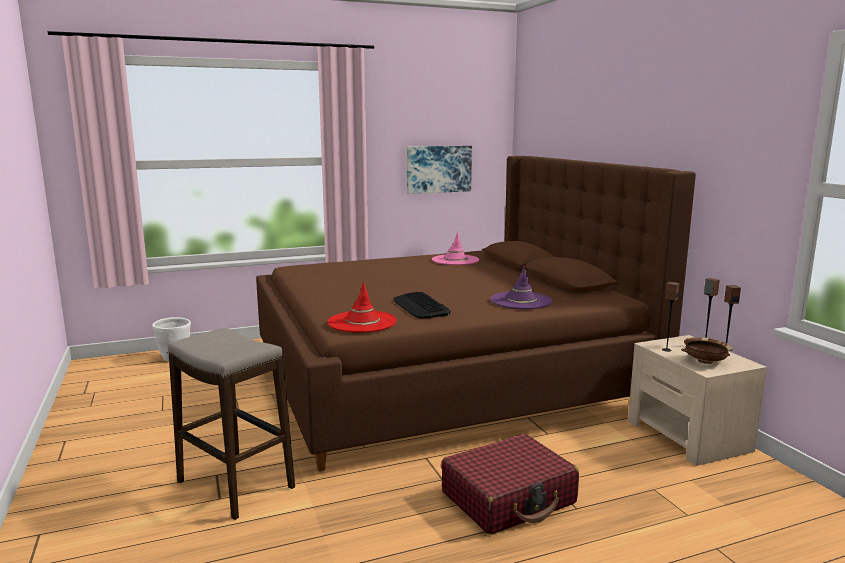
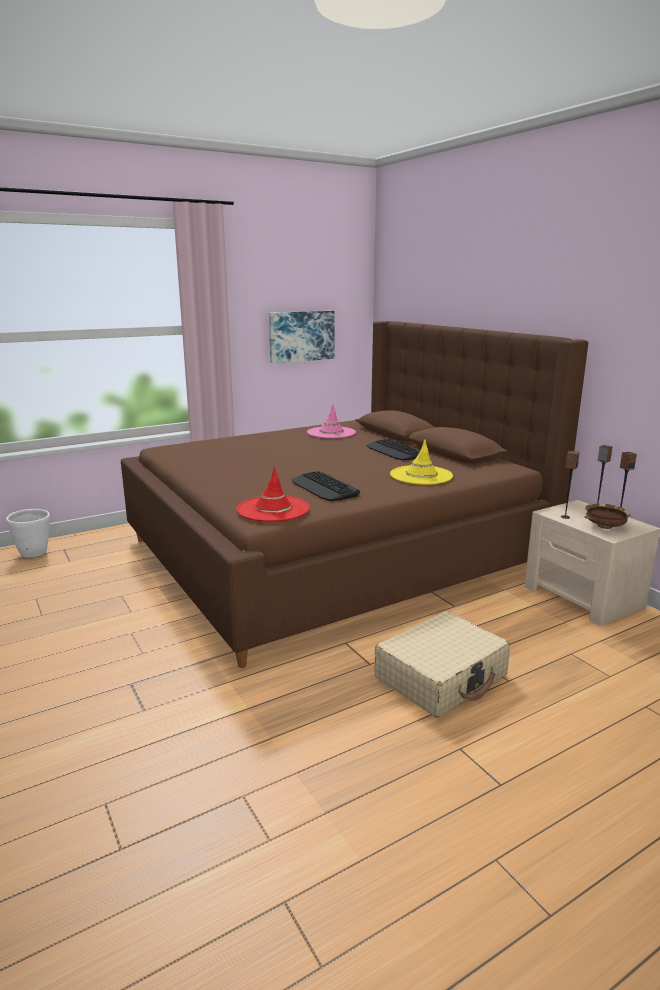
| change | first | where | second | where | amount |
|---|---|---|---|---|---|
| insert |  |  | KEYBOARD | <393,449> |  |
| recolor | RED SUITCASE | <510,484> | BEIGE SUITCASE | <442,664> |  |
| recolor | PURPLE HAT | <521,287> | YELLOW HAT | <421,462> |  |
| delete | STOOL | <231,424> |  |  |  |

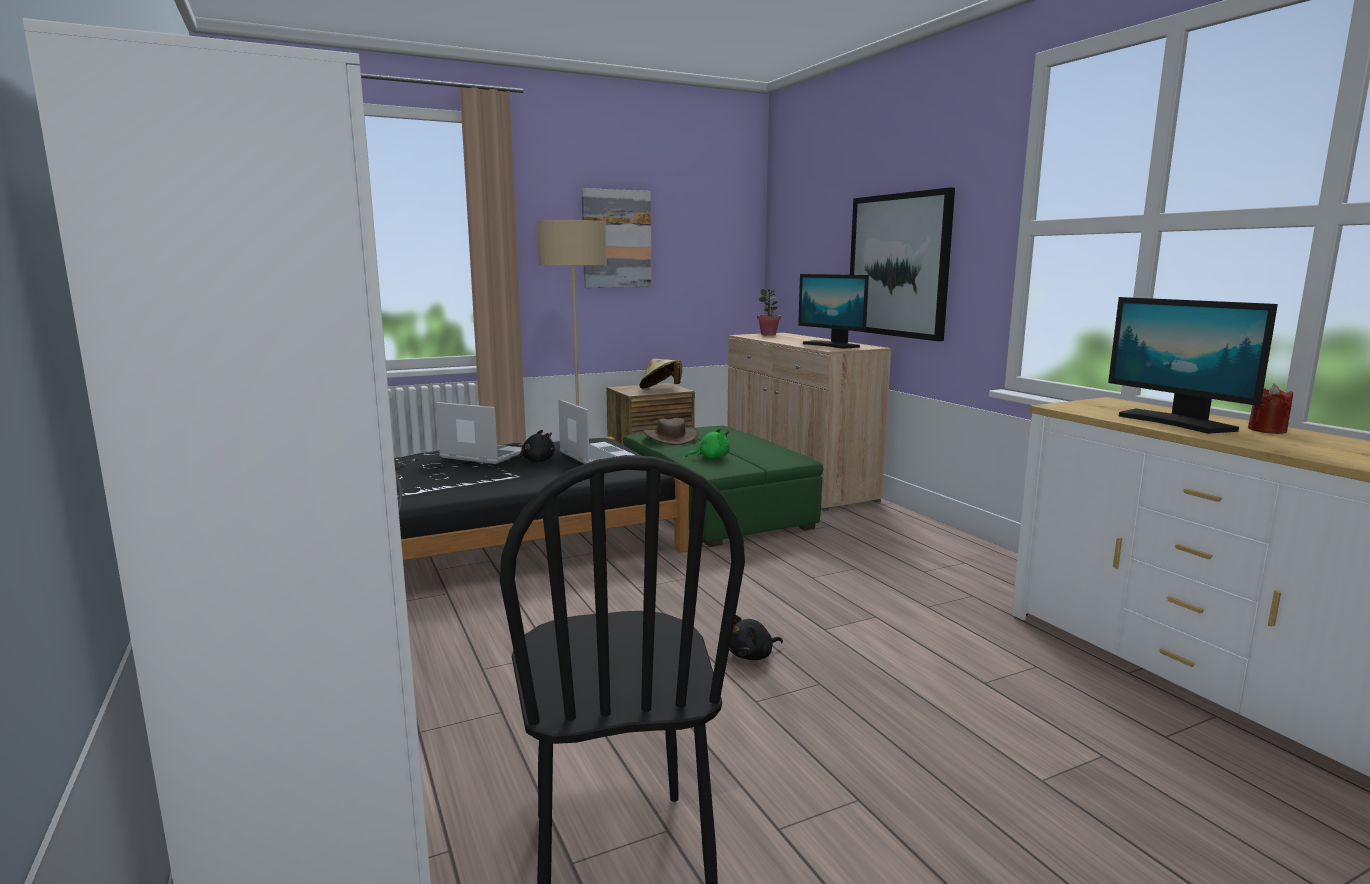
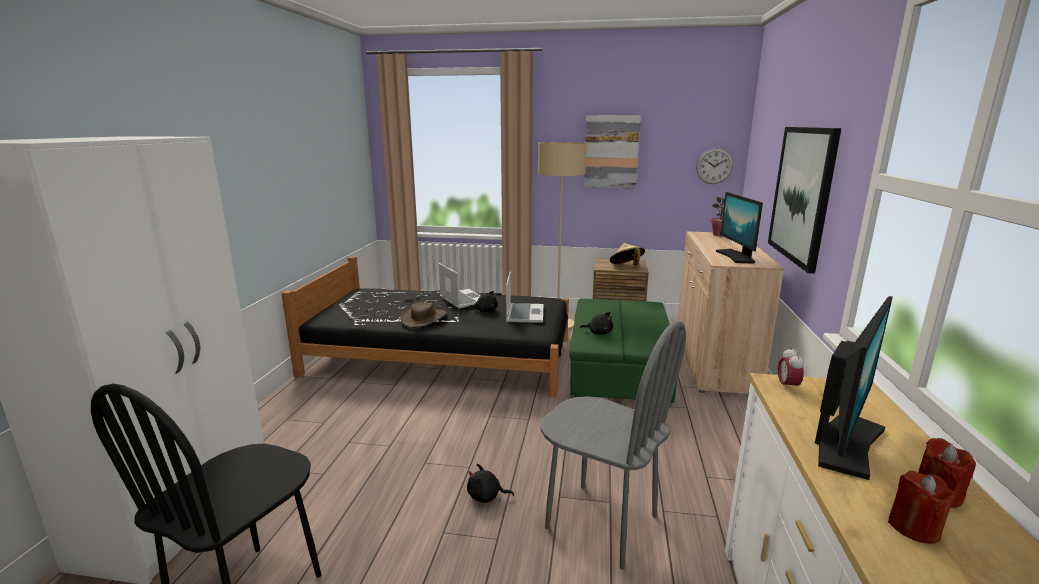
| change | first | where | second | where | amount |
|---|---|---|---|---|---|
| move | BROWN HAT | <671,431> |  | <423,315> |  |
| insert |  |  | GREY CHAIR | <613,445> |  |
| recolor | GREEN PLUSH TOY | <708,443> | BLACK PLUSH TOY | <596,323> |  |
| insert |  |  | WALL CLOCK | <714,166> |  |
| insert |  |  | ALARM CLOCK | <791,369> |  |
| rotate | MONITOR | <1193,365> |  | <854,388> | 150 degrees counterclockwise |
| insert |  |  | RED CANDLE | <921,507> |  |

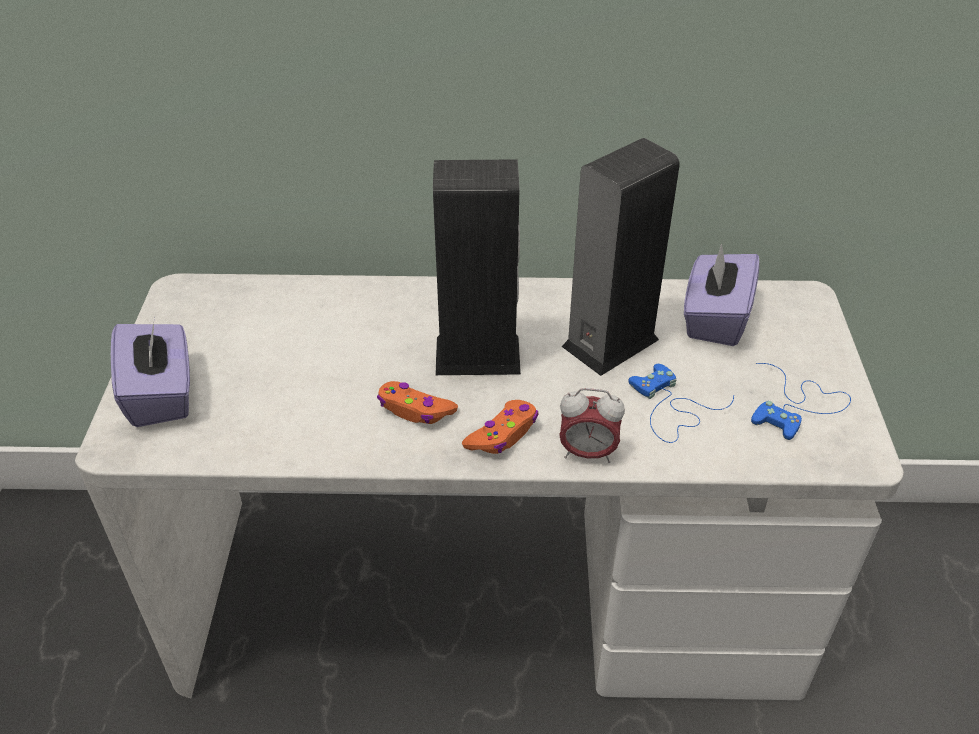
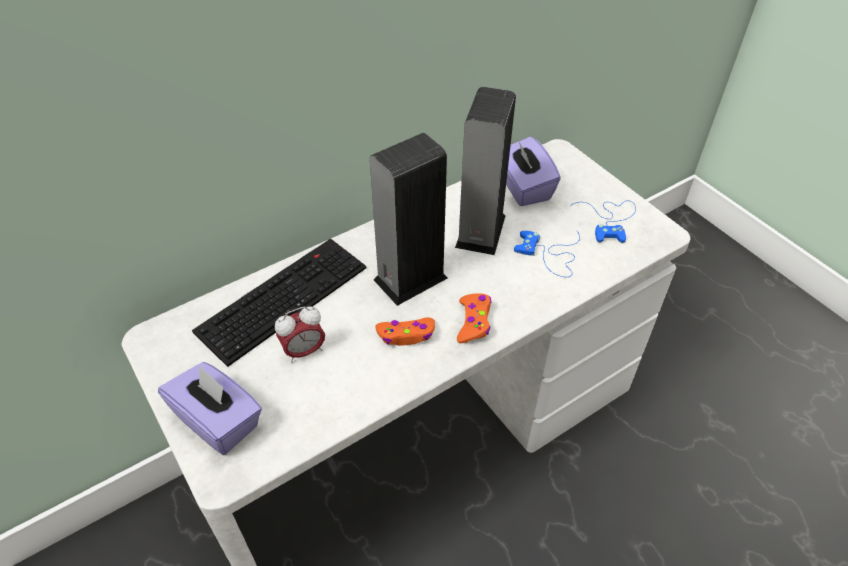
| change | first | where | second | where | amount |
|---|---|---|---|---|---|
| insert |  |  | KEYBOARD | <279,302> |  |
| move | ALARM CLOCK | <592,425> |  | <300,334> |  |

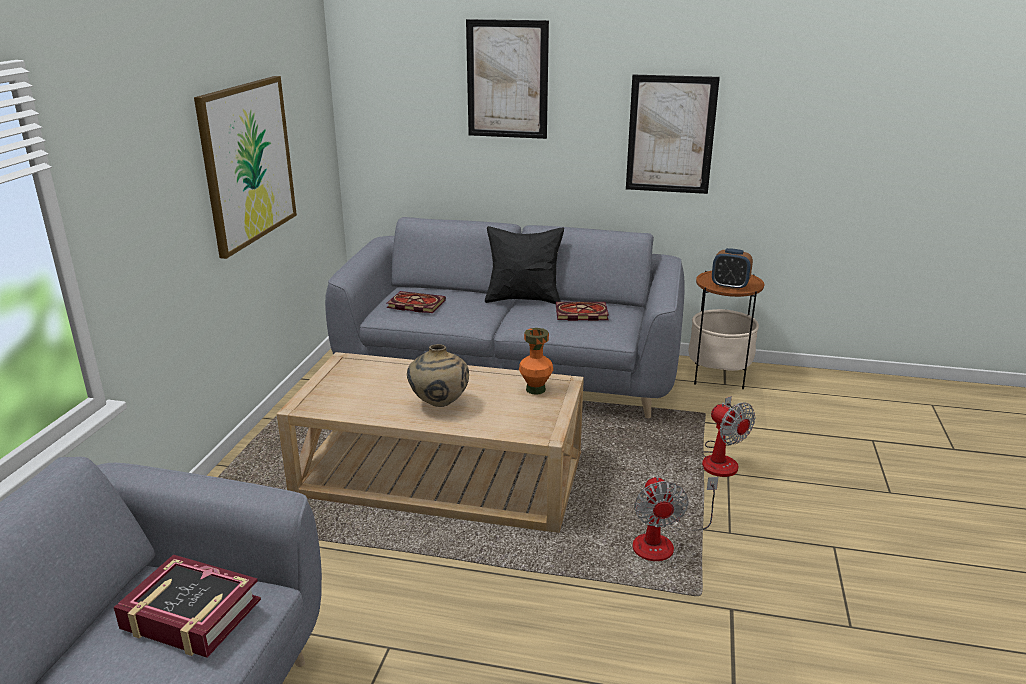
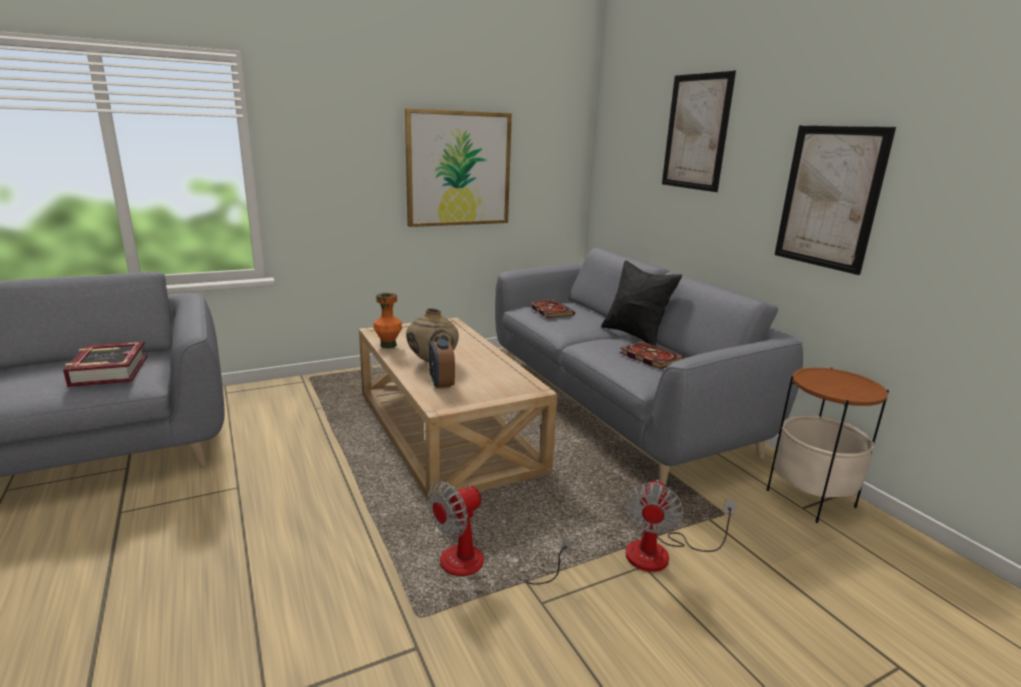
| change | first | where | second | where | amount |
|---|---|---|---|---|---|
| move | ORANGE VASE | <536,361> |  | <388,320> |  |
| move | ALARM CLOCK | <732,269> |  | <442,364> |  |

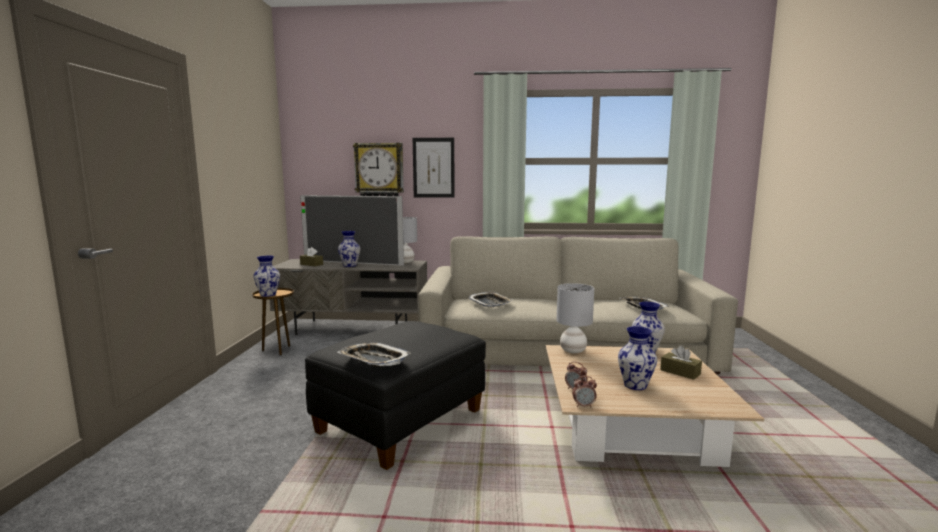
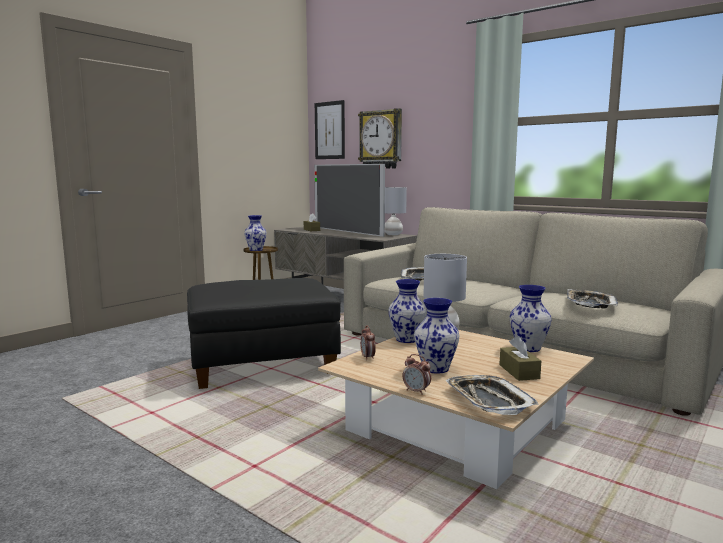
| change | first | where | second | where | amount |
|---|---|---|---|---|---|
| move | PICTURE | <434,168> |  | <330,129> |  |
| move | VASE | <349,249> |  | <408,311> |  |
| move | ALARM CLOCK | <584,392> |  | <416,374> |  |
| move | TRAY | <374,354> |  | <492,395> |  |

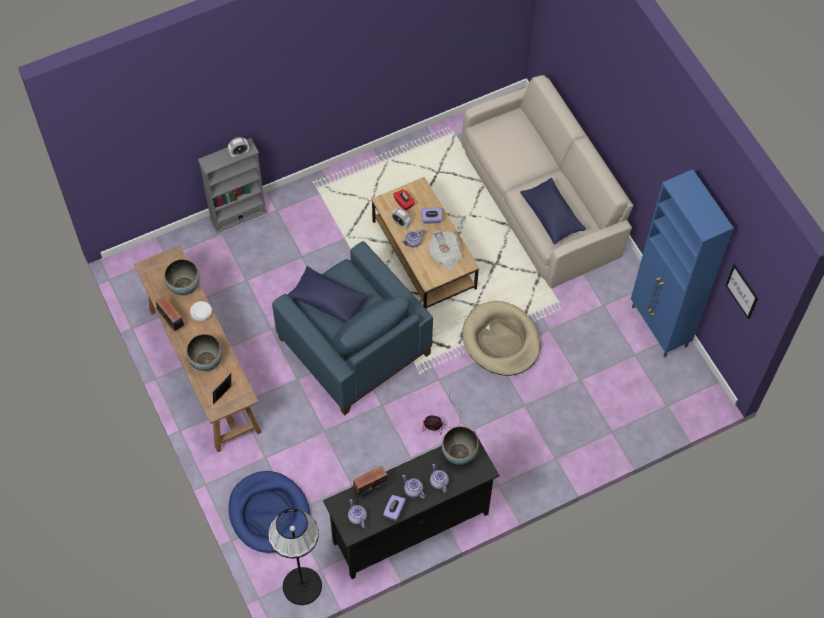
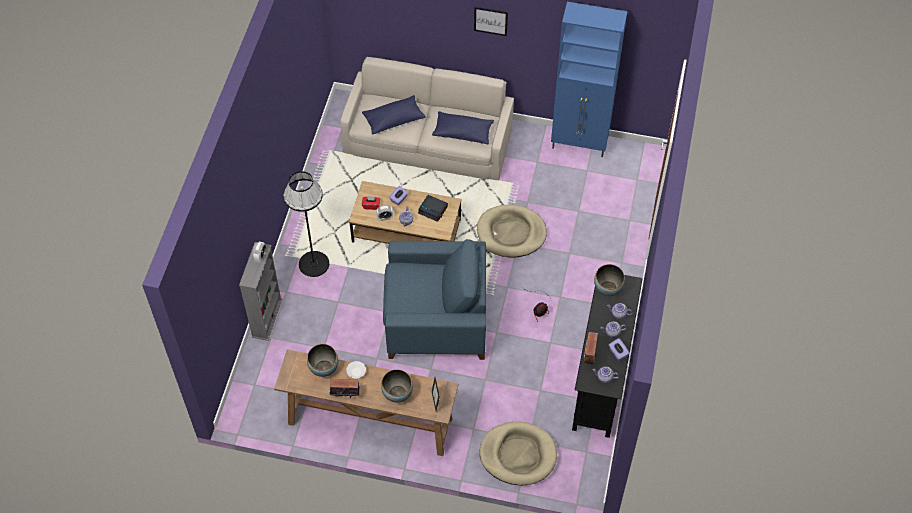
| change | first | where | second | where | amount |
|---|---|---|---|---|---|
| move | BLACK FLOOR LAMP | <295,556> |  | <306,224> |  |
| move | BLUE PILLOW | <328,294> |  | <394,115> |  |
| replace | NEWSPAPER | <446,250> | ALARM CLOCK | <433,208> |  |
| move | PICTURE | <741,291> |  | <491,21> |  |
| recolor | BLUE DOG BED | <269,512> | BEIGE DOG BED | <518,453> |  |

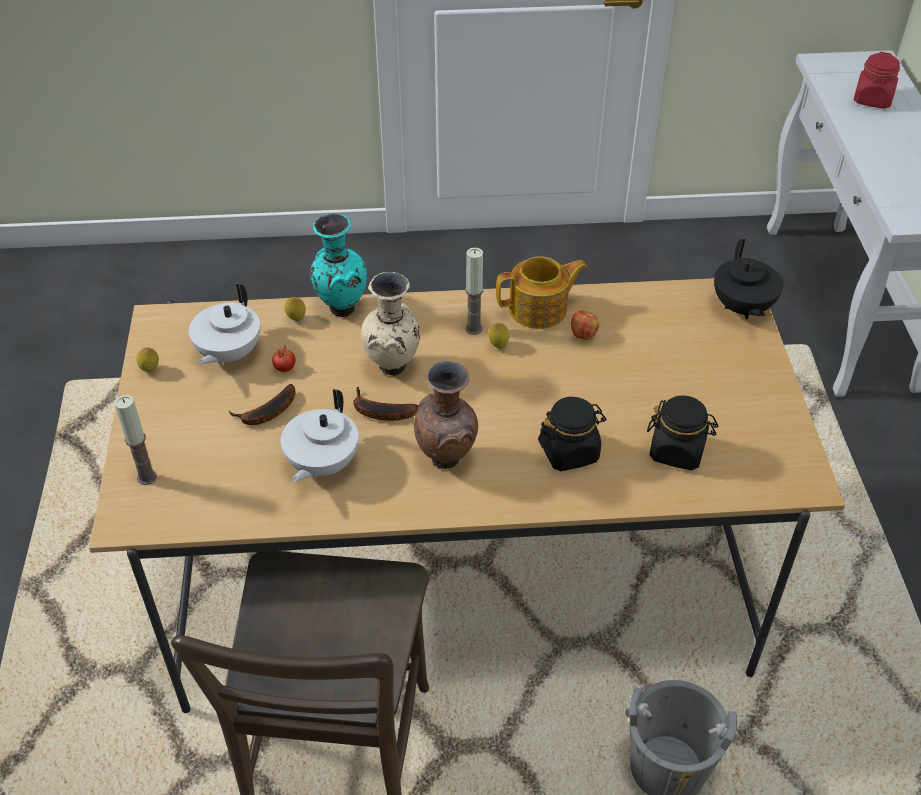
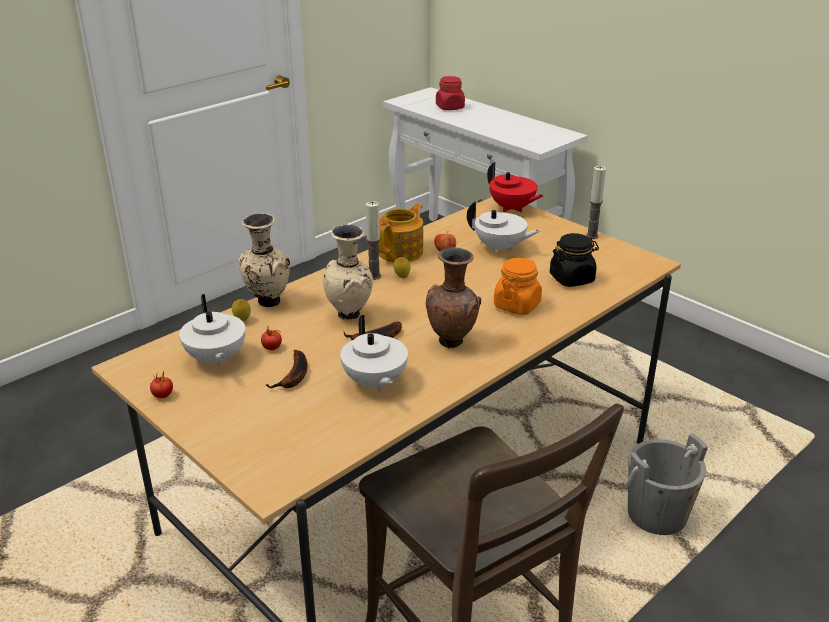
| change | first | where | second | where | amount |
|---|---|---|---|---|---|
| replace | LEMON | <147,360> | TOMATO | <161,384> |  |
| recolor | TURQUOISE VASE | <338,265> | BEIGE VASE | <264,260> |  |
| insert |  |  | WHITE TEAPOT | <503,227> |  |
| recolor | BLACK TEAPOT | <748,279> | RED TEAPOT | <515,187> |  |
| recolor | BLACK JAR | <572,434> | ORANGE JAR | <518,286> |  |
| move | CANDLE | <135,440> |  | <596,202> |  |

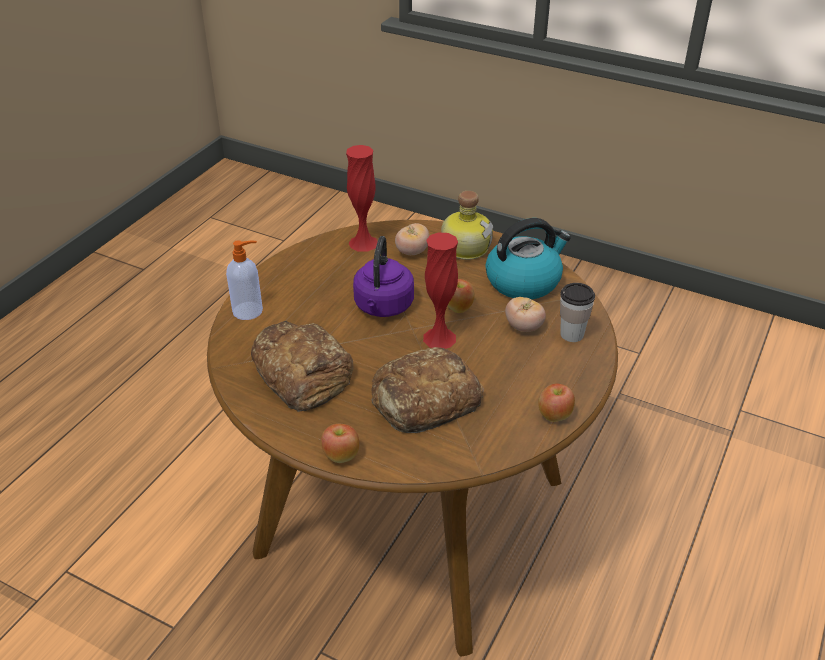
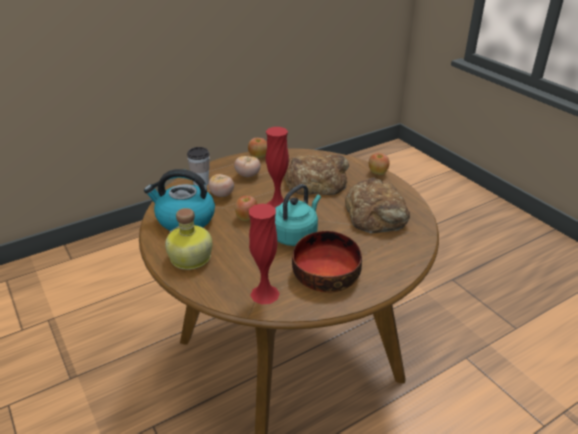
| change | first | where | second | where | amount |
|---|---|---|---|---|---|
| move | TOMATO | <412,239> |  | <247,166> |  |
| recolor | PURPLE KETTLE | <383,276> | TURQUOISE KETTLE | <298,215> |  |
| insert |  |  | BOWL | <327,262> |  |
| delete | SOAP DISPENSER | <244,280> |  |  |  |

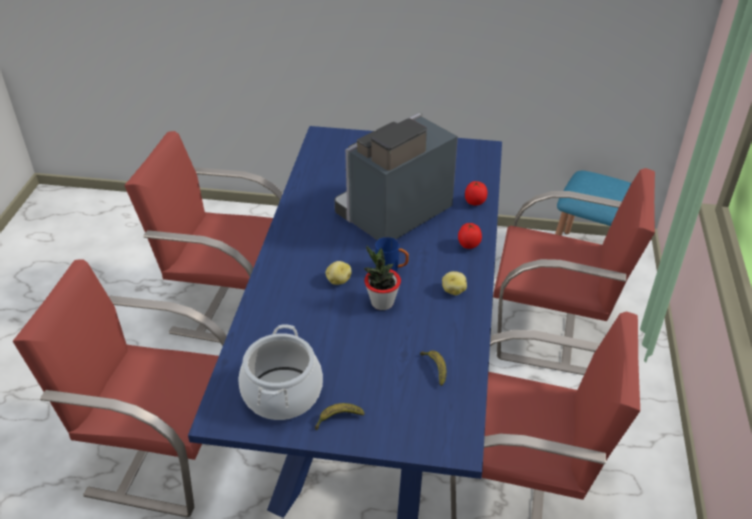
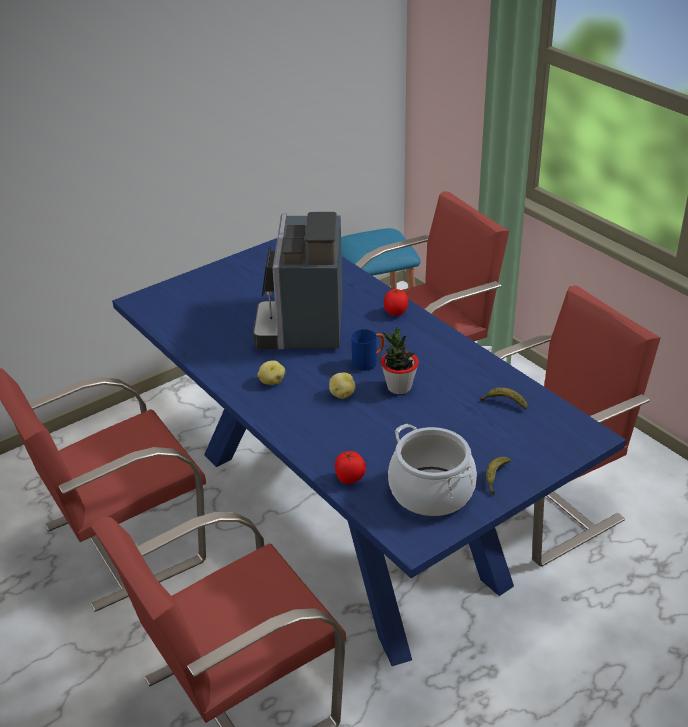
| change | first | where | second | where | amount |
|---|---|---|---|---|---|
| move | POTATO | <454,283> |  | <271,372> |  |
| move | TOMATO | <476,193> |  | <350,467> |  |

